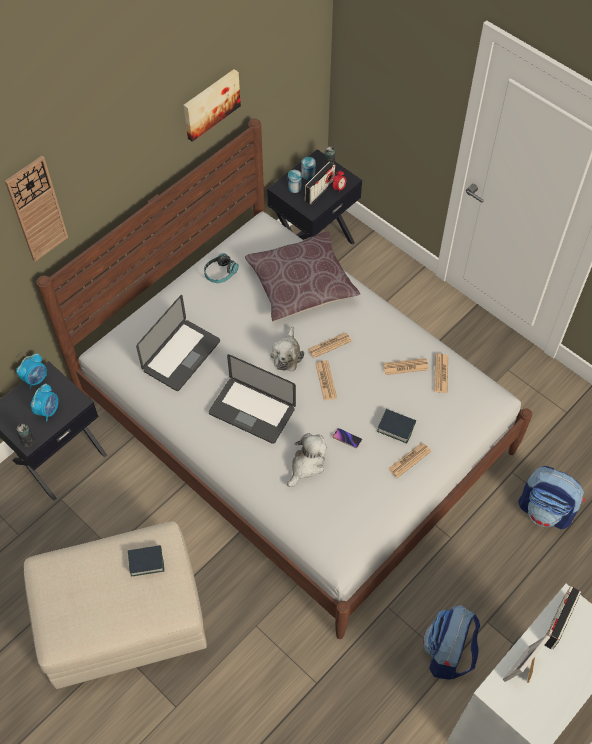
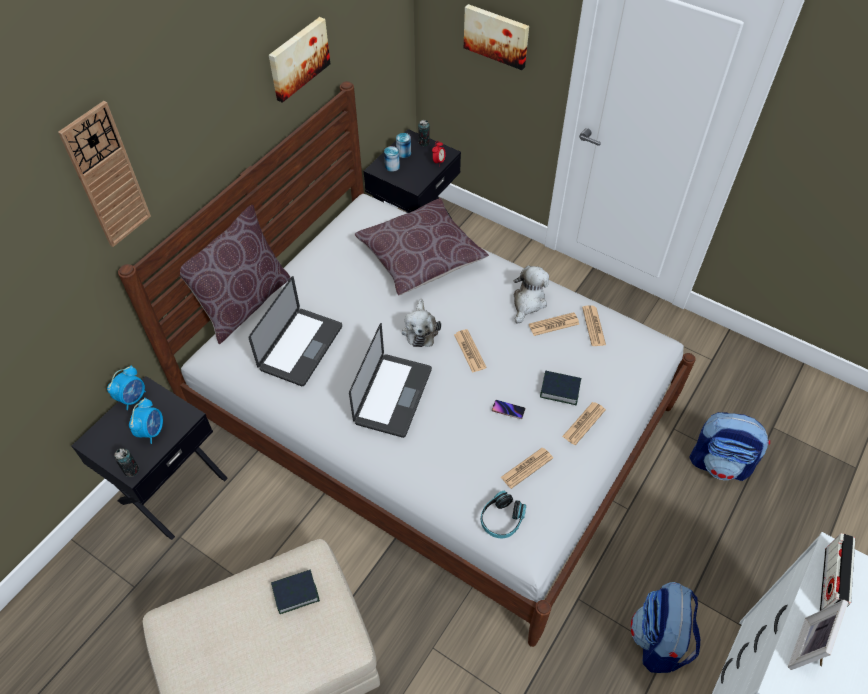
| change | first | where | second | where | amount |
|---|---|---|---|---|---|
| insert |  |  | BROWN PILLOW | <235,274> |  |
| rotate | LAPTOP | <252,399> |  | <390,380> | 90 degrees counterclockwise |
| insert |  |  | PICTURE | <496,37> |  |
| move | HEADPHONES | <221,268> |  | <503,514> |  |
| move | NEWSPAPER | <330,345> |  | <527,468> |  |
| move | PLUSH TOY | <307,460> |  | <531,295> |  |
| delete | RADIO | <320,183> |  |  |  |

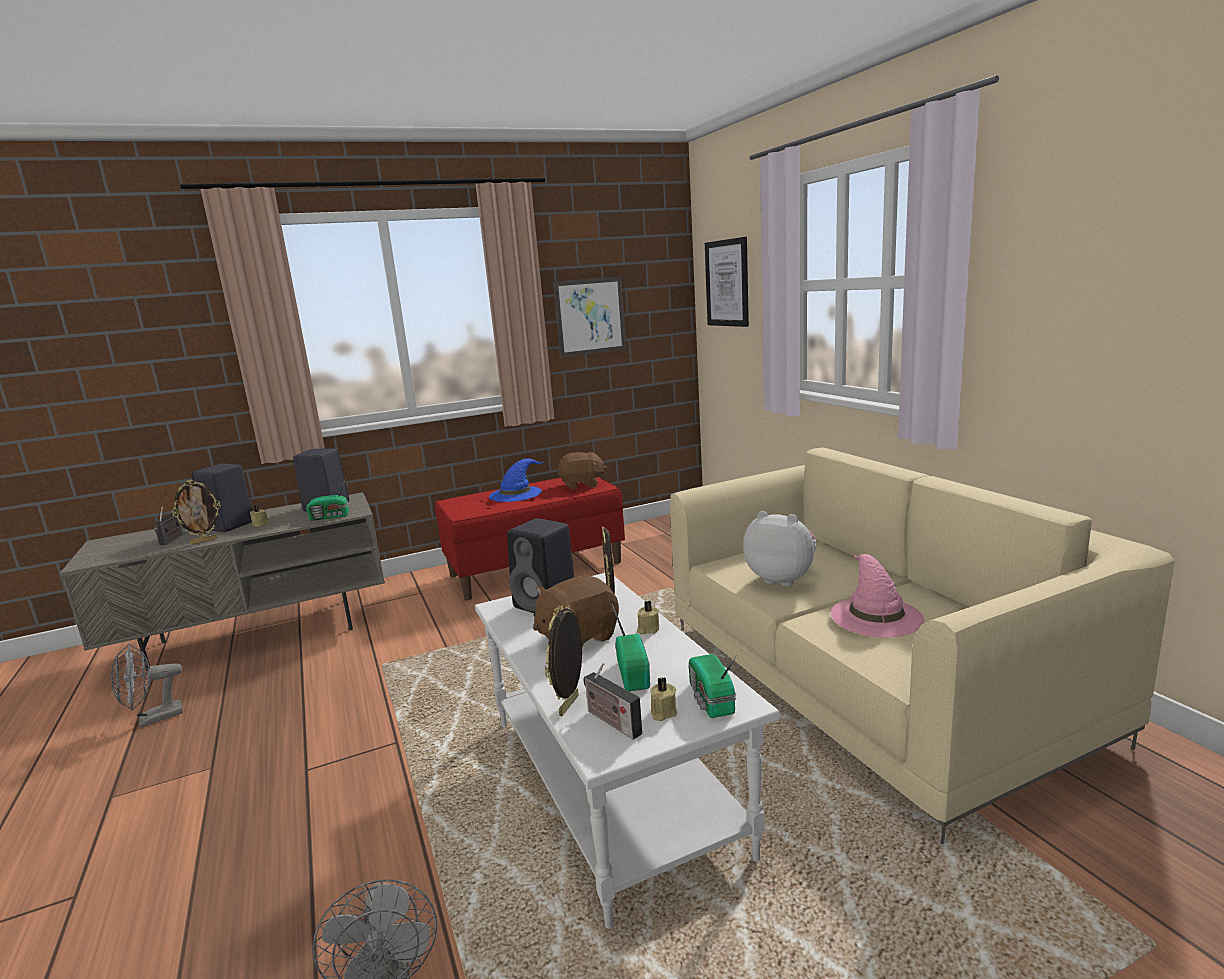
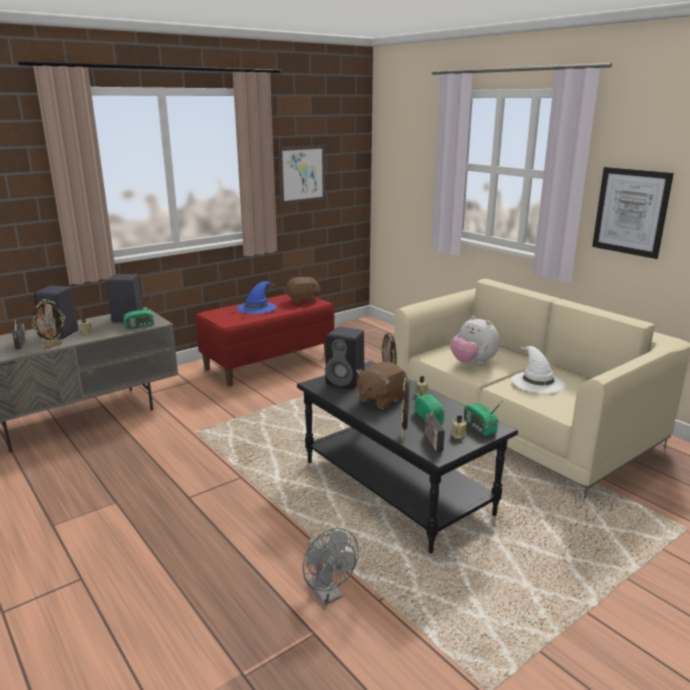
| change | first | where | second | where | amount |
|---|---|---|---|---|---|
| recolor | WHITE COFFEE TABLE | <627,751> | BLACK COFFEE TABLE | <407,457> |  |
| rotate | RADIO | <613,701> |  | <435,430> | 45 degrees clockwise |
| rotate | PLUSH TOY | <780,549> |  | <474,340> | 150 degrees counterclockwise |
| recolor | PINK HAT | <877,596> | WHITE HAT | <538,369> |  |
| move | PICTURE | <727,282> |  | <633,213> |  |
| delete | GREY FAN | <147,685> |  |  |  |

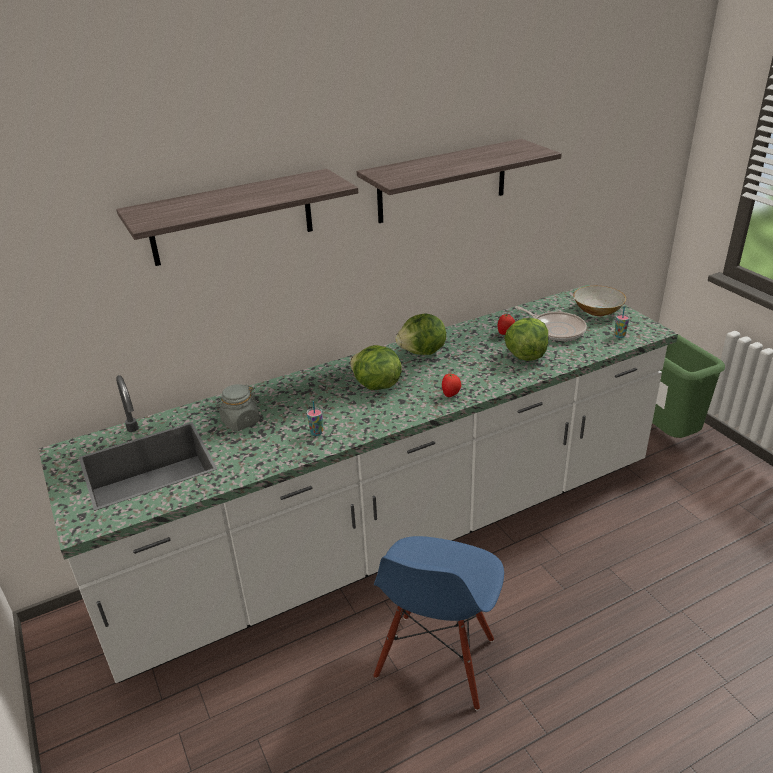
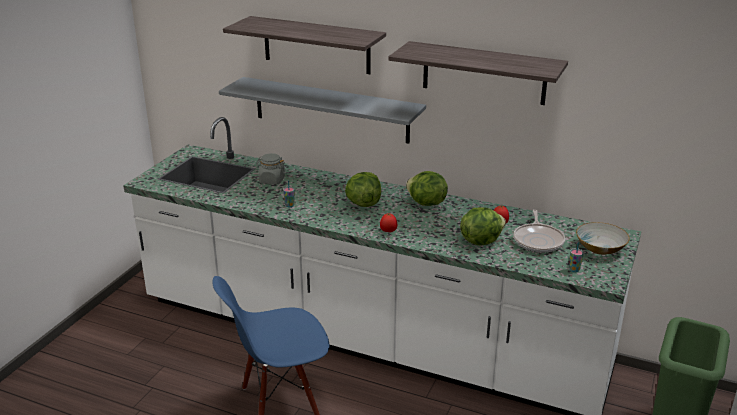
| change | first | where | second | where | amount |
|---|---|---|---|---|---|
| insert |  |  | GREY SHELF | <322,110> |  |

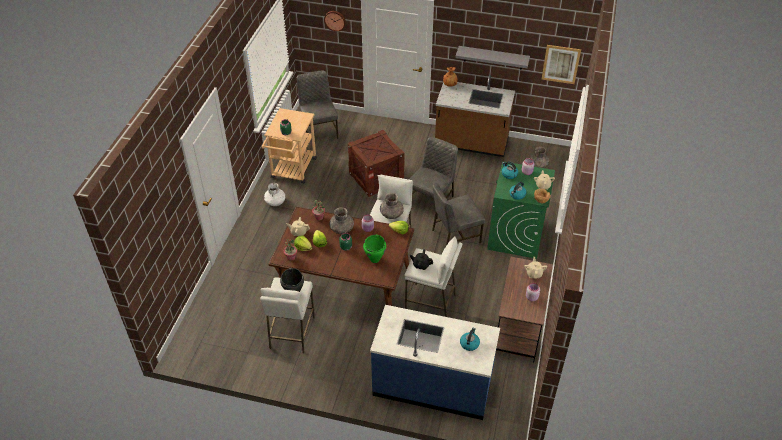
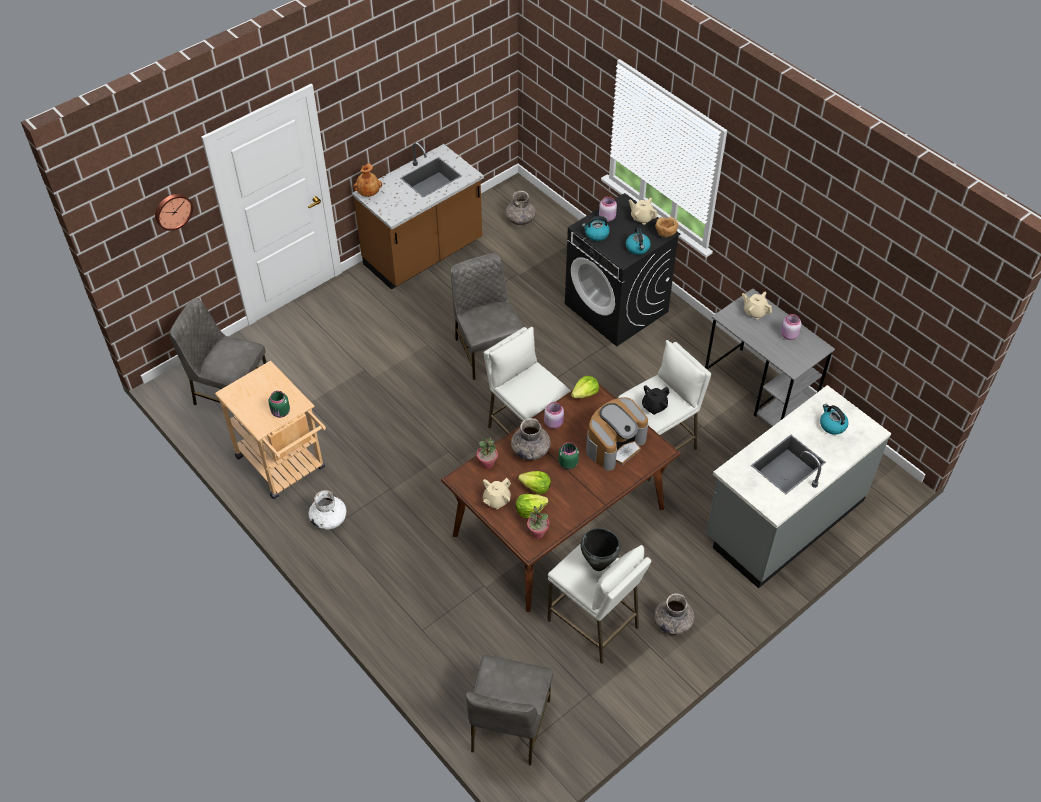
| change | first | where | second | where | amount |
|---|---|---|---|---|---|
| move | GREY CHAIR | <458,214> |  | <509,710> |  |
| recolor | GREEN WASHING MACHINE | <521,211> | BLACK WASHING MACHINE | <622,269> |  |
| replace | GREEN COOKING POT | <374,249> | COFFEE MACHINE | <617,434> |  |
| move | GREY VASE | <392,206> |  | <675,614> |  |
| recolor | BROWN DESK | <524,309> | GREY DESK | <770,358> |  |
| recolor | BLUE COUNTER | <435,362> | GREY COUNTER | <798,486> |  |
| delete | CRATE | <376,163> |  |  |  |
| delete | GREY SHELF | <492,58> |  |  |  |
| delete | PICTURE | <561,64> |  |  |  |

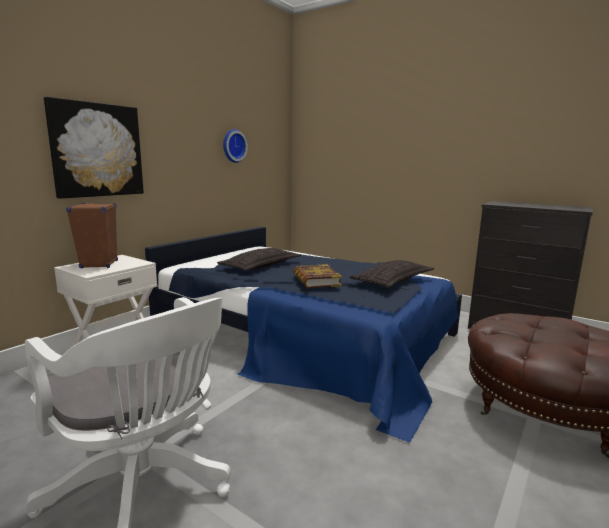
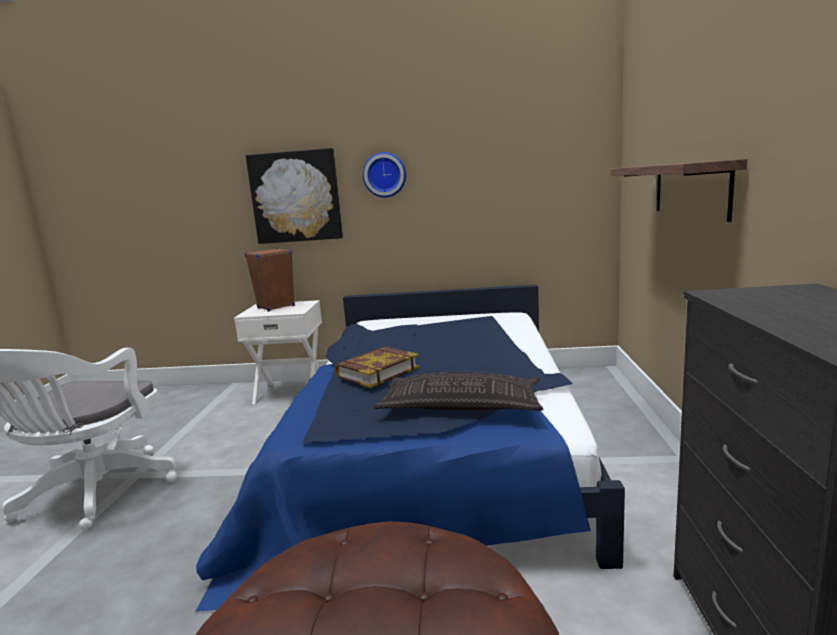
| change | first | where | second | where | amount |
|---|---|---|---|---|---|
| move | WALL CLOCK | <235,146> |  | <384,175> |  |
| insert |  |  | SHELF | <679,190> |  |
| delete | PILLOW | <259,259> |  |  |  |

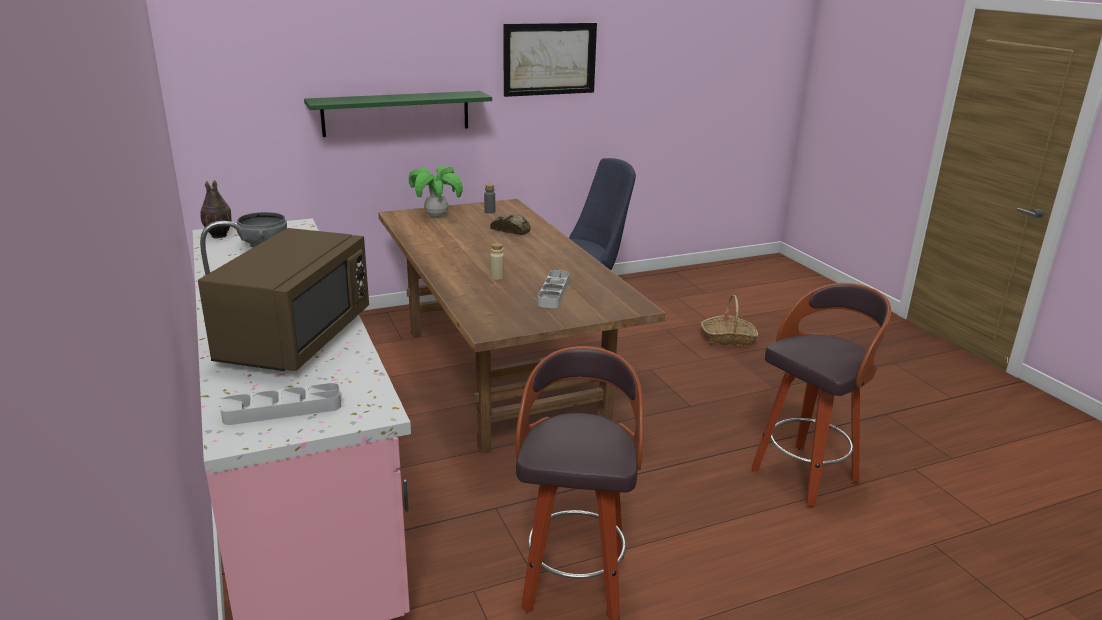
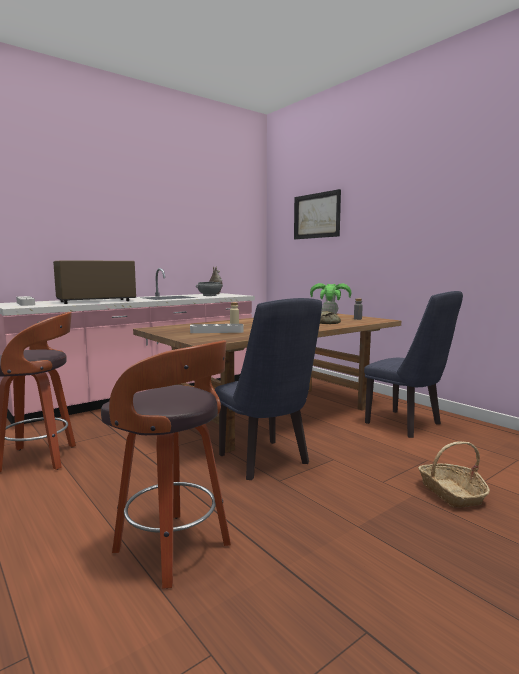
| change | first | where | second | where | amount |
|---|---|---|---|---|---|
| rotate | BROWN MICROWAVE | <283,299> |  | <94,282> | 150 degrees clockwise |
| insert |  |  | BLUE CHAIR | <268,389> |  |
| move | PICTURE | <550,60> |  | <317,214> |  |
| delete | GREEN SHELF | <398,114> |  |  |  |

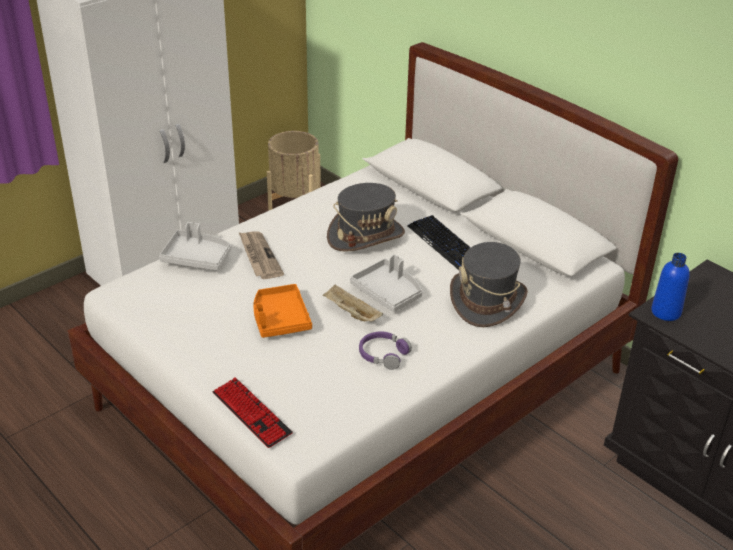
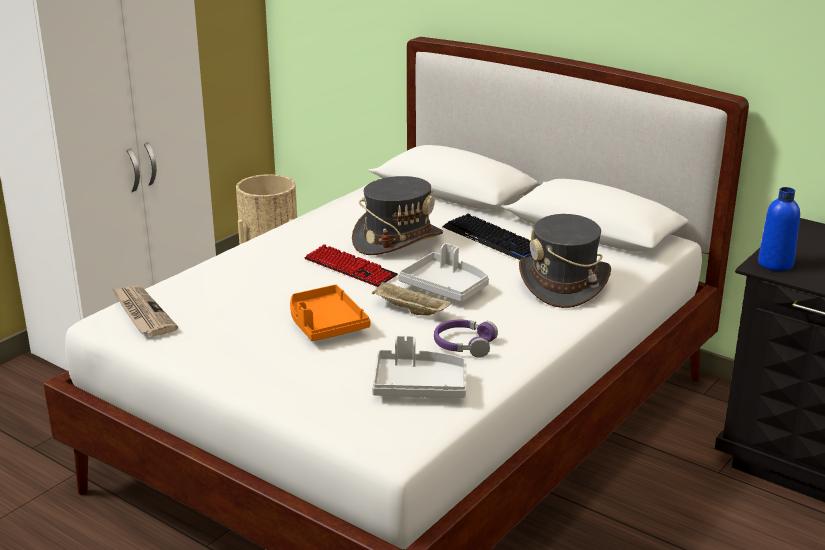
| change | first | where | second | where | amount |
|---|---|---|---|---|---|
| move | NEWSPAPER | <261,255> |  | <145,311> |  |
| move | KEYBOARD | <253,412> |  | <351,265> |  |
| move | GREY TRAY | <195,246> |  | <419,366> |  |

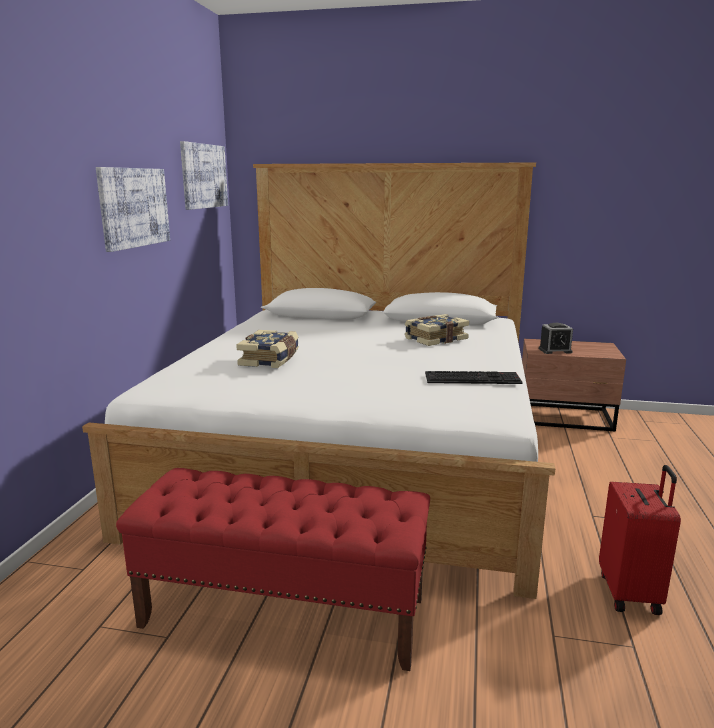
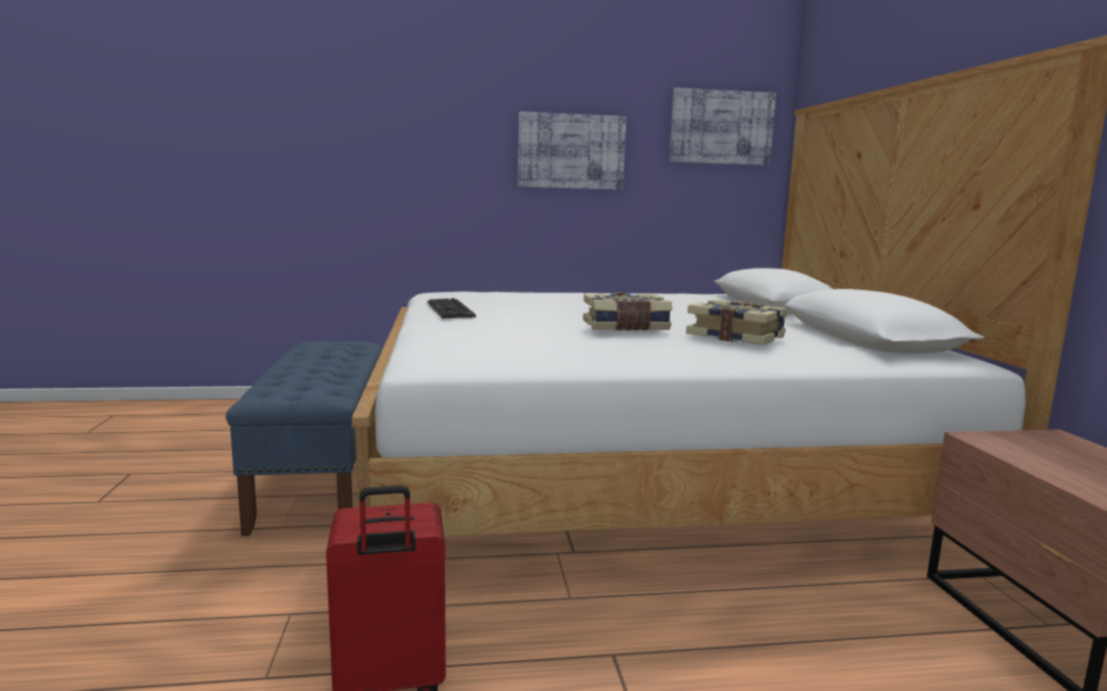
| change | first | where | second | where | amount |
|---|---|---|---|---|---|
| recolor | RED BENCH | <273,569> | BLUE BENCH | <304,438> |  |
| move | KEYBOARD | <474,377> |  | <451,308> |  |
| move | BOOK | <267,349> |  | <627,311> |  |
| delete | ALARM CLOCK | <556,338> |  |  |  |

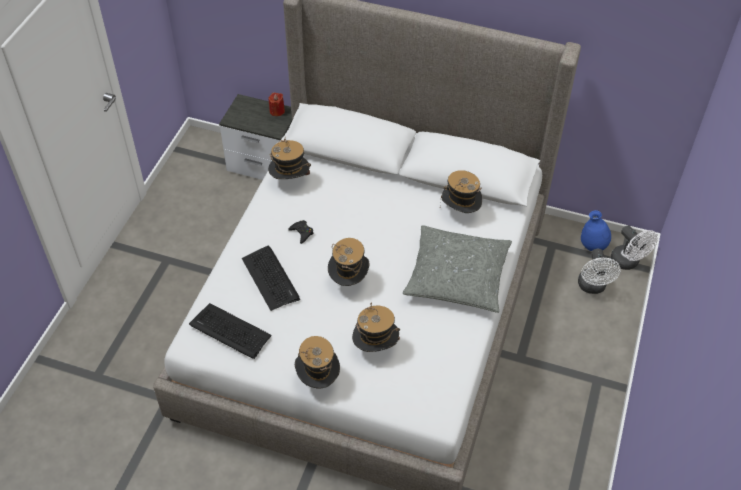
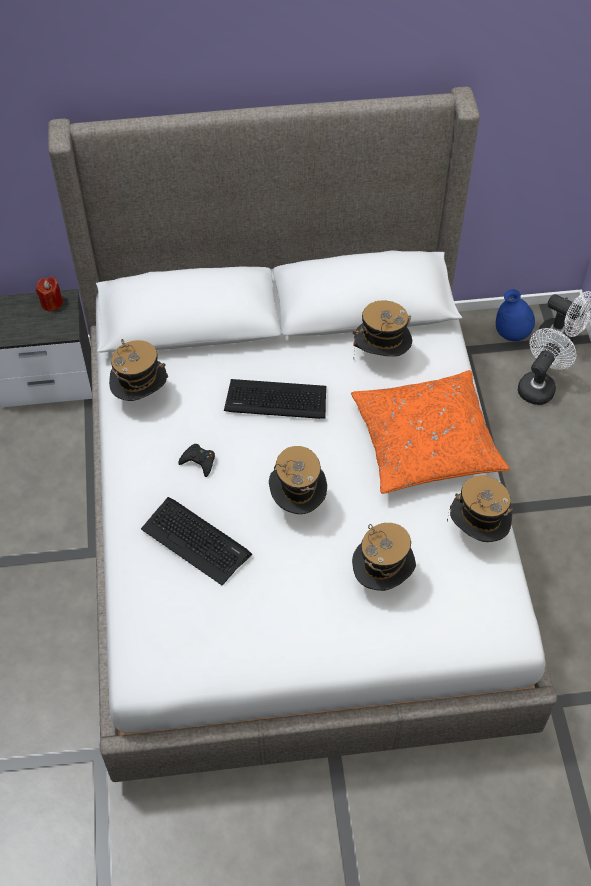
| change | first | where | second | where | amount |
|---|---|---|---|---|---|
| move | KEYBOARD | <230,331> |  | <275,399> |  |
| recolor | GREY PILLOW | <457,269> | ORANGE PILLOW | <430,432> |  |
| move | HAT | <317,362> |  | <480,509> |  |
| rotate | WHITE FAN | <599,271> |  | <547,366> | 120 degrees counterclockwise |

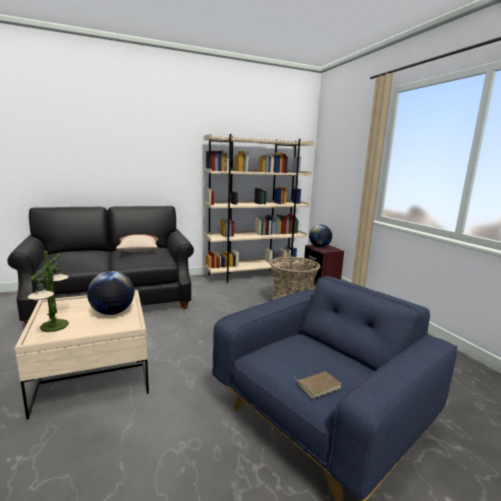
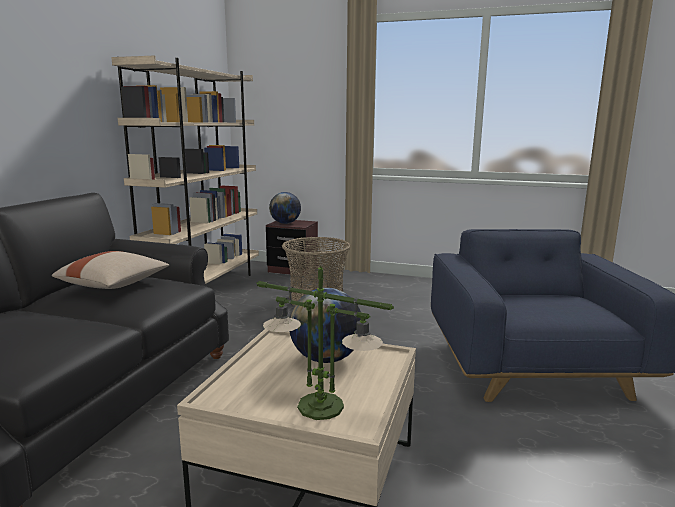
| change | first | where | second | where | amount |
|---|---|---|---|---|---|
| delete | BROWN BOOK | <317,385> |  |  |  |

